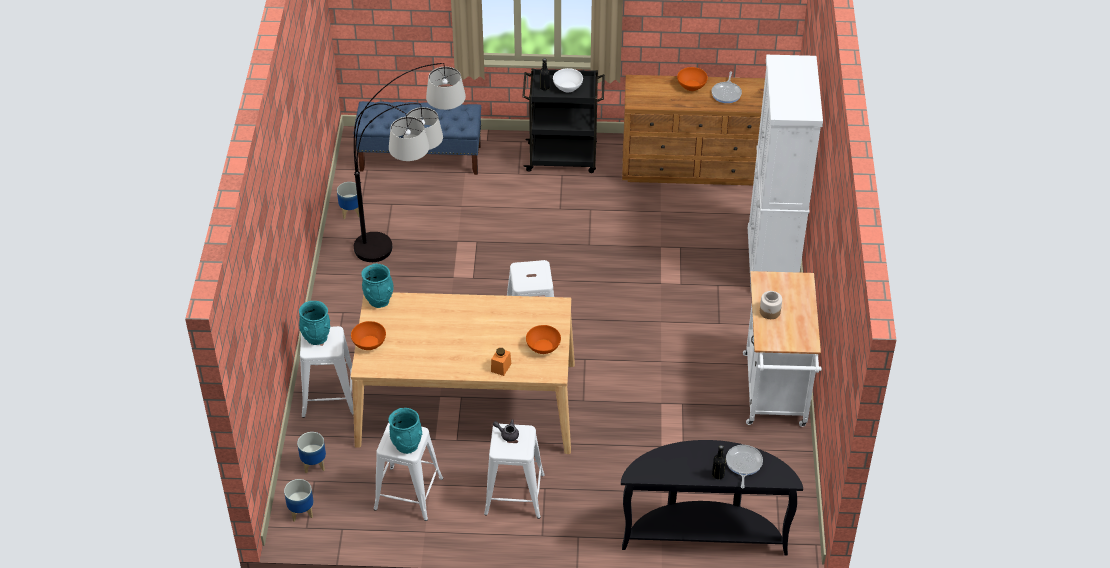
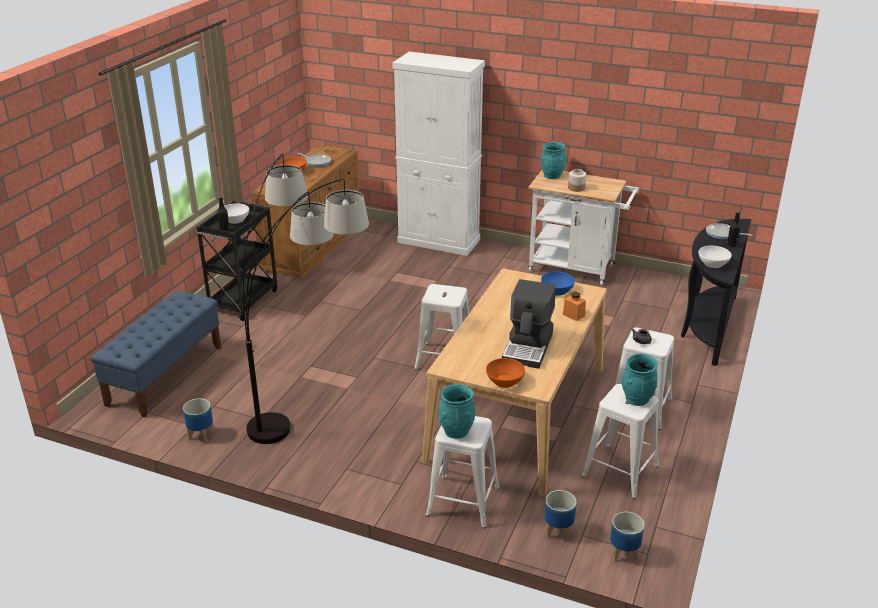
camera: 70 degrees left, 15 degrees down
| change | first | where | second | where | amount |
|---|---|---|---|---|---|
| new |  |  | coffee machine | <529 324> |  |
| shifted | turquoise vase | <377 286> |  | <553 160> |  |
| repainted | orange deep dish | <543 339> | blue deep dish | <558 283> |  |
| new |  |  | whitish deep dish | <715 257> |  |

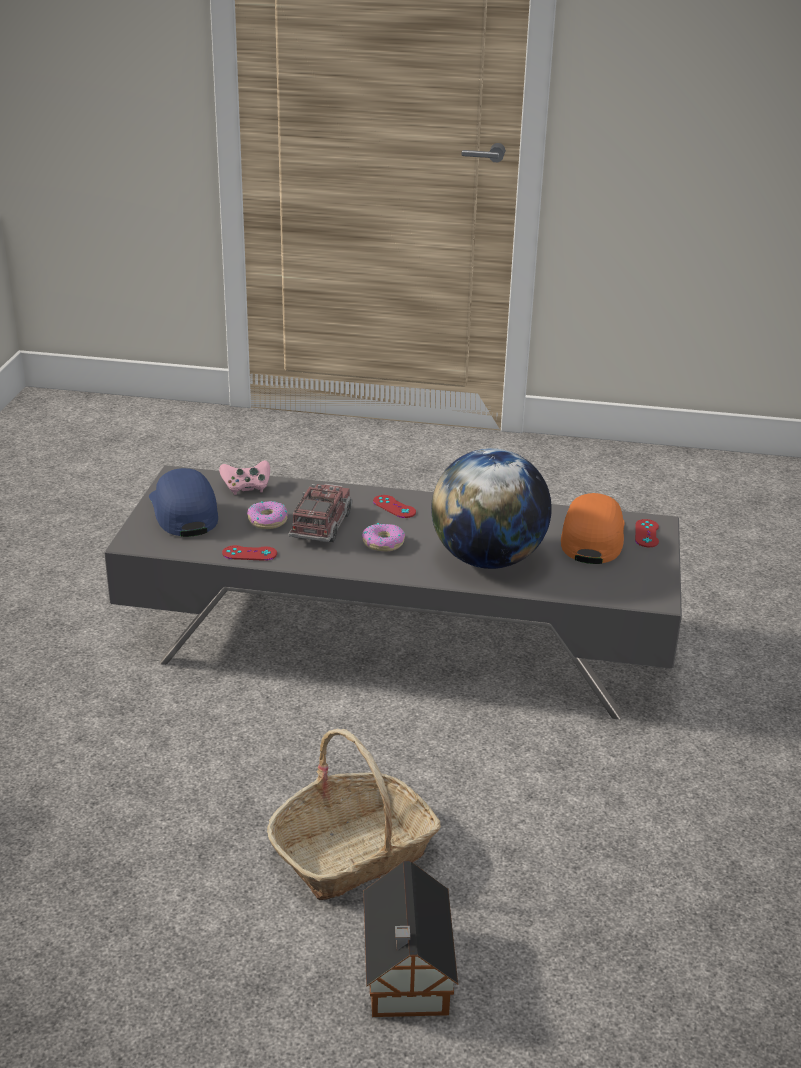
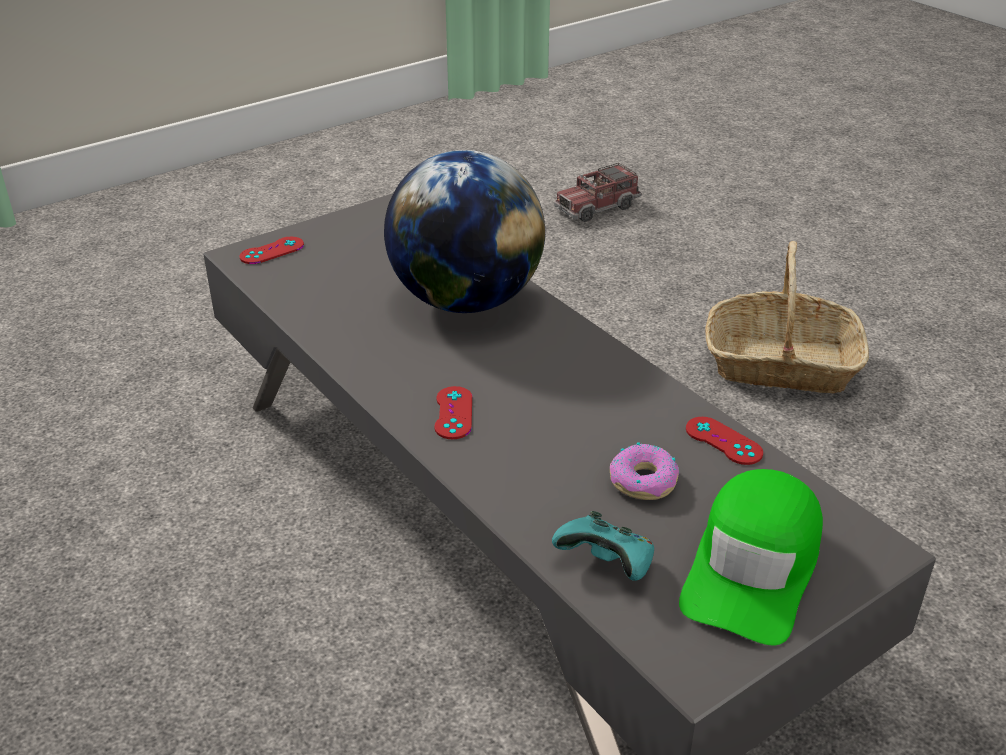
camera: 135 degrees left, 5 degrees up
| change | first | where | second | where | amount |
|---|---|---|---|---|---|
| repainted | pink-coloured gamepad | <244 477> | turquoise gamepad | <603 546> |  |
| shifted | model truck | <320 513> |  | <598 192> |  |
| repainted | blue cap | <183 502> | green-coloured cap | <751 557> |  |
| gone | doughnut | <383 537> |  |  |  |
| gone | toy house | <410 939> |  |  |  |
| gone | orange cap | <592 528> |  |  |  |

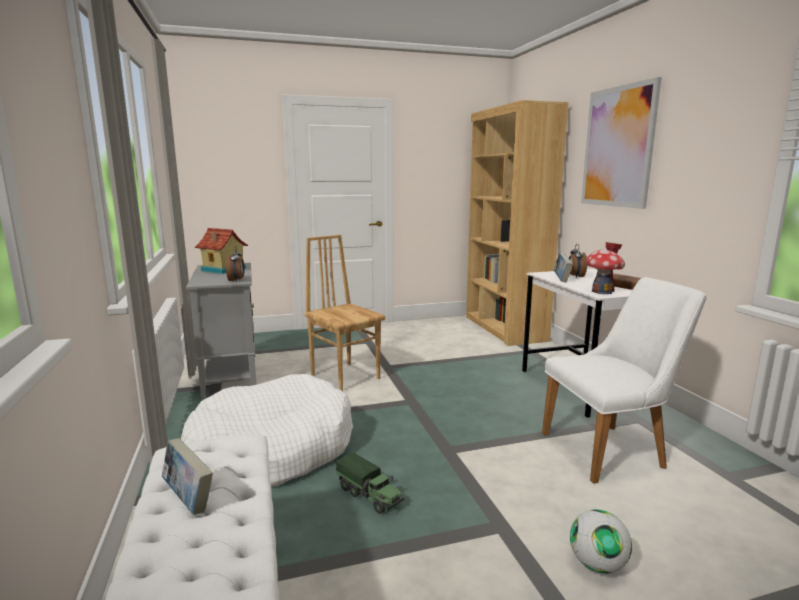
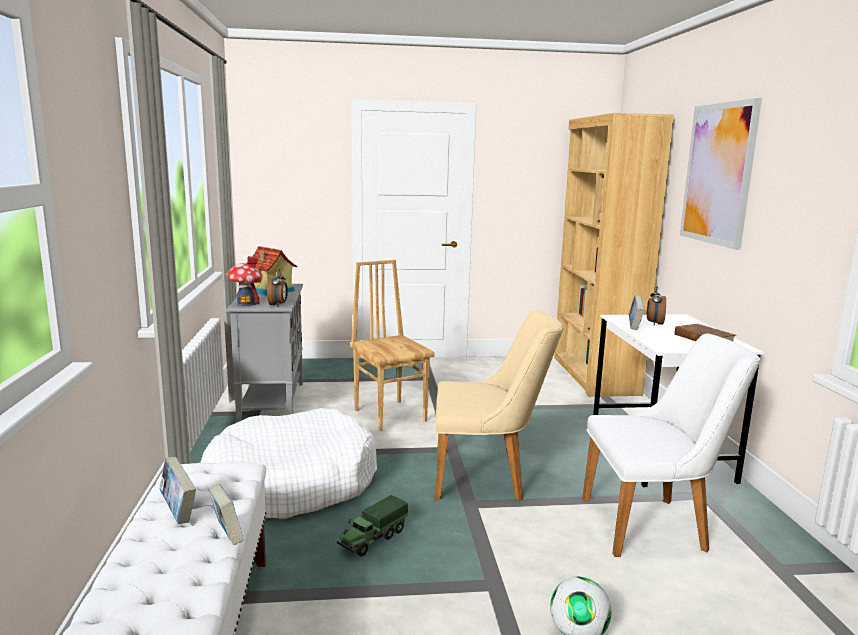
camera: 10 degrees right, 0 degrees up
| change | first | where | second | where | amount |
|---|---|---|---|---|---|
| new |  |  | book | <226 515> |  |
| shifted | toy house | <605 268> |  | <244 281> |  |
| rotated | model truck | <370 483> |  | <372 525> | 75 degrees clockwise |
| new |  |  | beige-coloured chair | <499 405> |  |

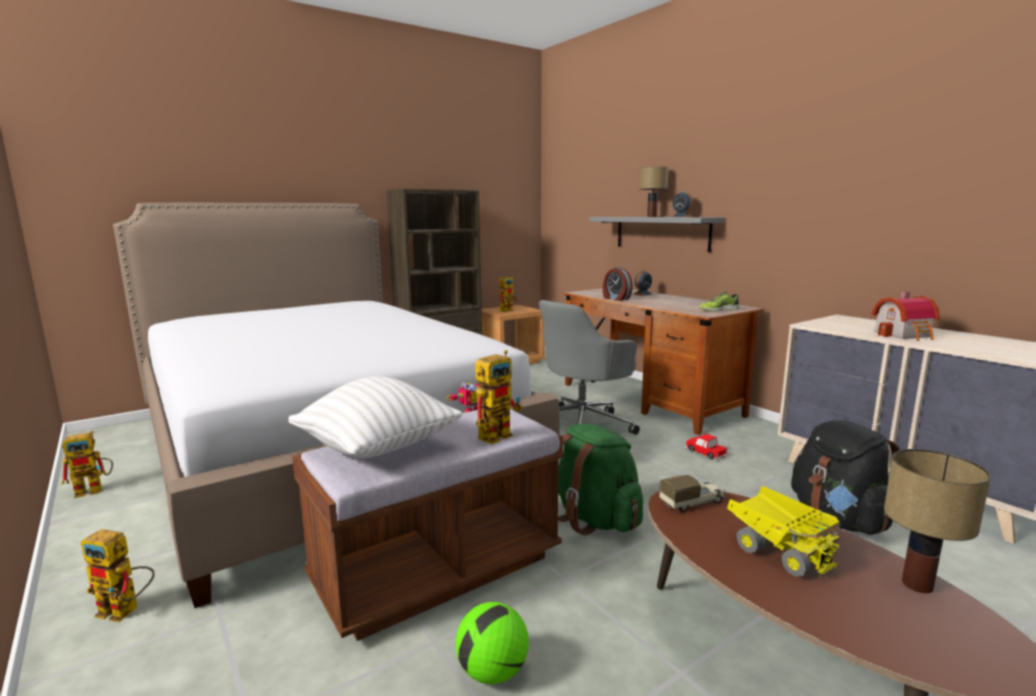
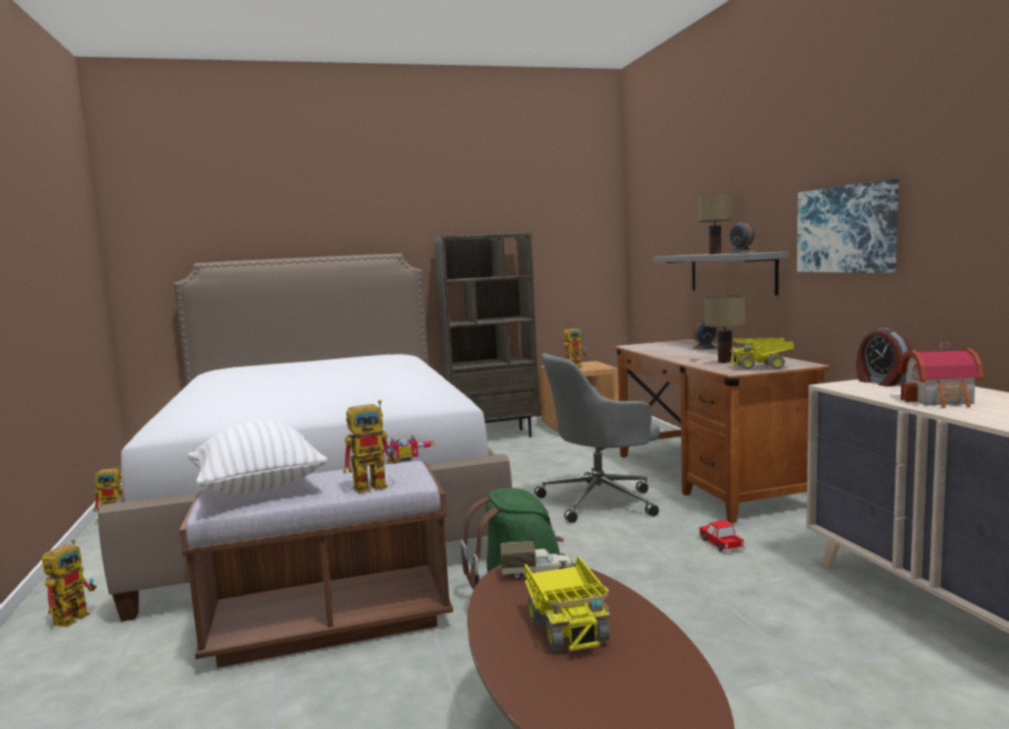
camera: 20 degrees right, 5 degrees down
| change | first | where | second | where | amount |
|---|---|---|---|---|---|
| rotated | model robot | <118 575> |  | <69 583> | 105 degrees counterclockwise |
| shifted | table lamp | <937 521> |  | <725 329> |  |
| swapped | item of footwear | <719 301> | model truck | <762 354> |  |
| new |  |  | wall art | <848 225> |  |
| shifted | alarm clock | <618 284> |  | <884 357> |  |
| gone | football ball | <492 643> |  |  |  |
| gone | black backpack | <845 477> |  |  |  |

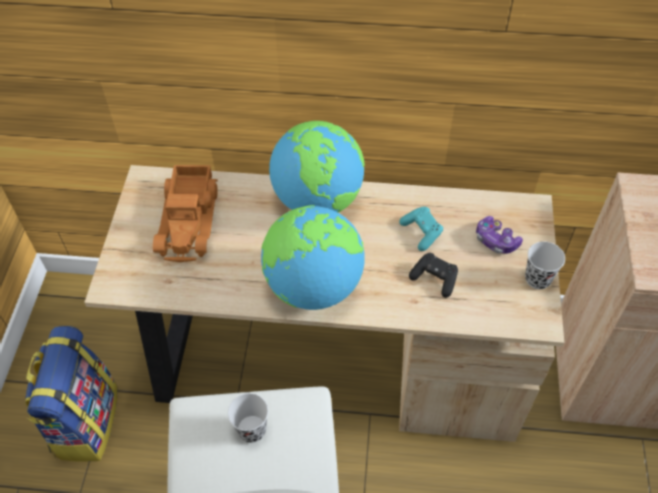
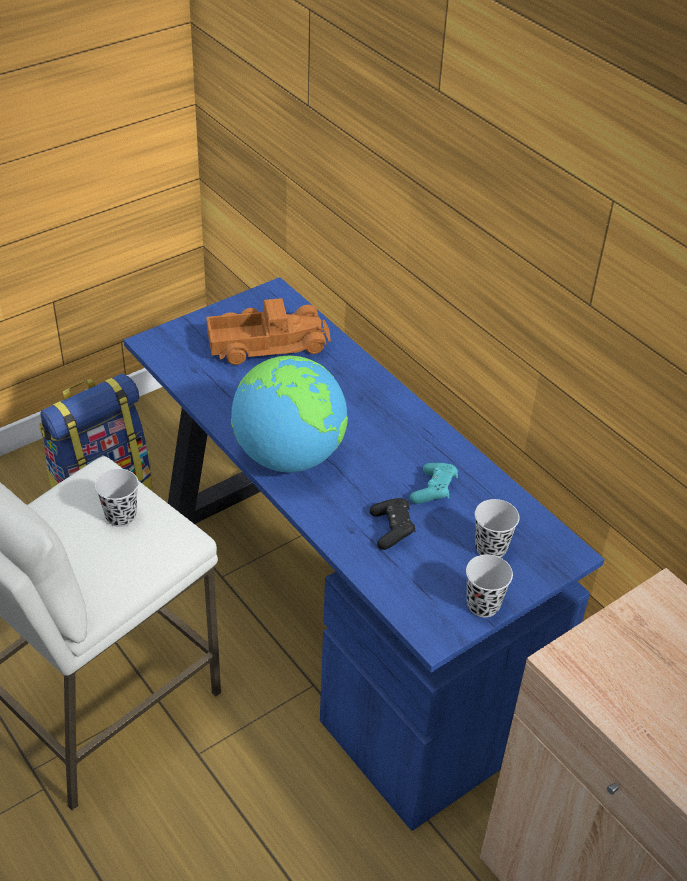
camera: 45 degrees right, 10 degrees down
| change | first | where | second | where | amount |
|---|---|---|---|---|---|
| repainted | beige-coloured desk table | <324 303> | blue desk table | <364 554> |  |
| rotated | model truck | <185 213> |  | <268 331> | 150 degrees counterclockwise |
| swapped | gamepad | <499 235> | black small cup | <497 528> |  |
| gone | globe | <317 167> |  |  |  |

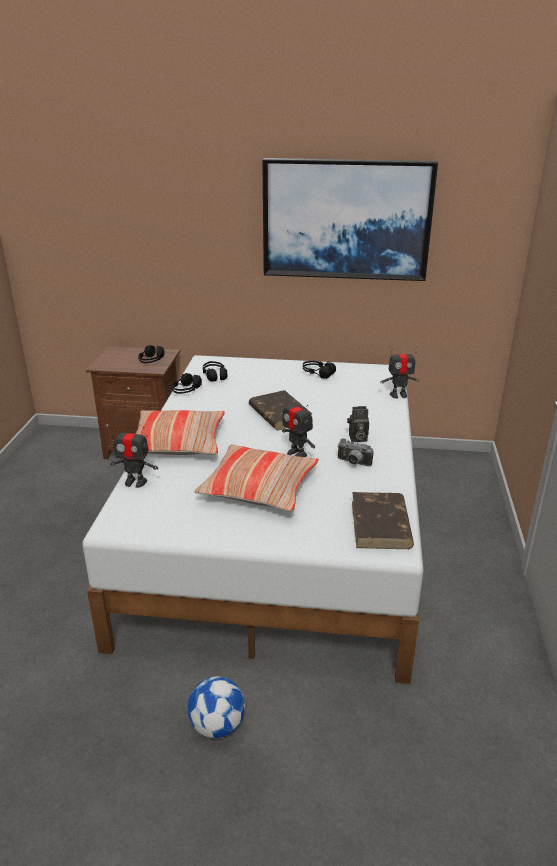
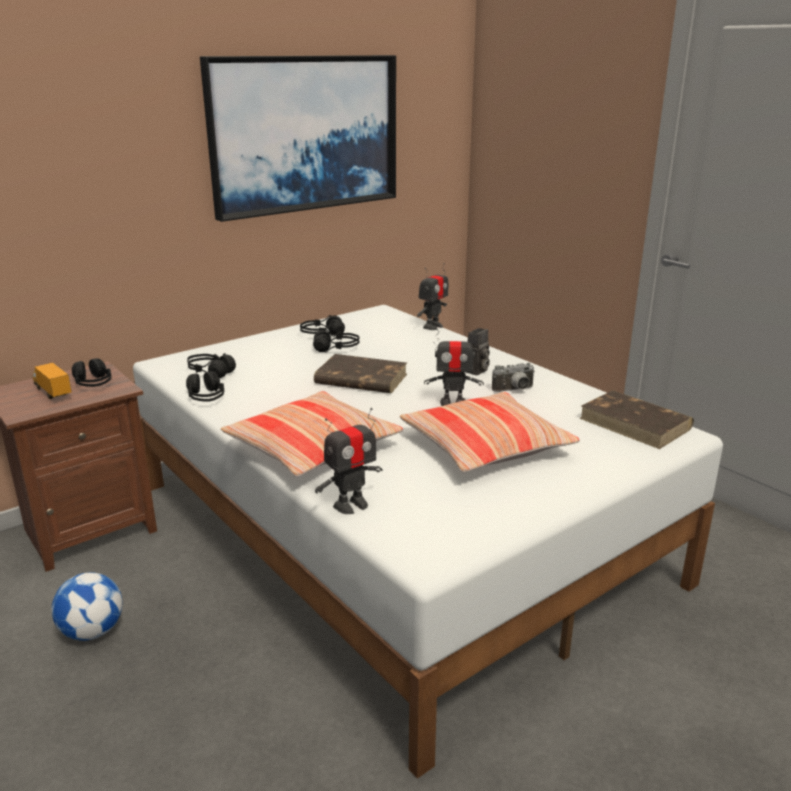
camera: 45 degrees left, 5 degrees down
| change | first | where | second | where | amount |
|---|---|---|---|---|---|
| new |  |  | model truck | <52 380> |  |
| shifted | football ball | <216 707> |  | <86 606> |  |
| new |  |  | black pair of headphones | <336 341> |  |

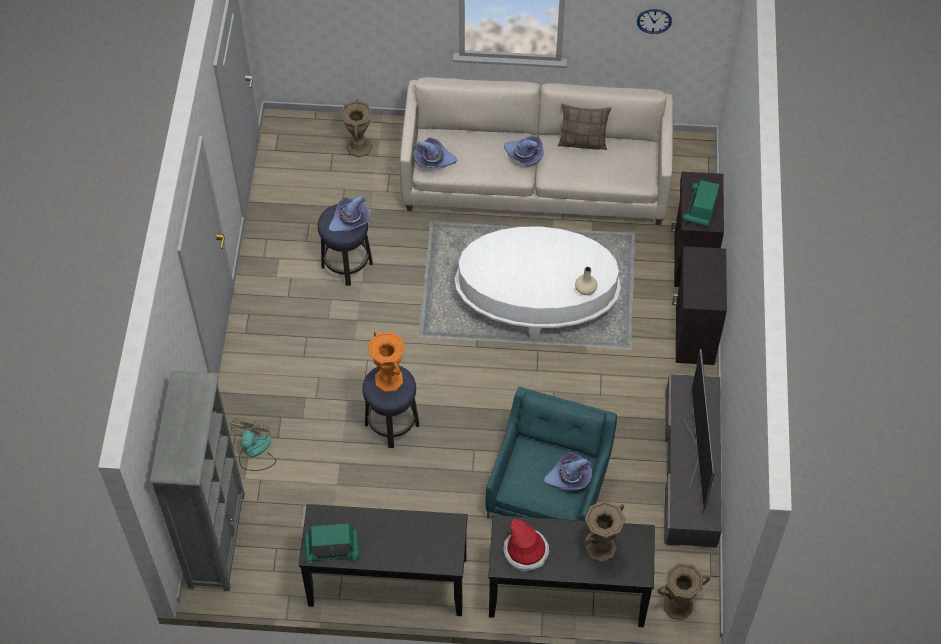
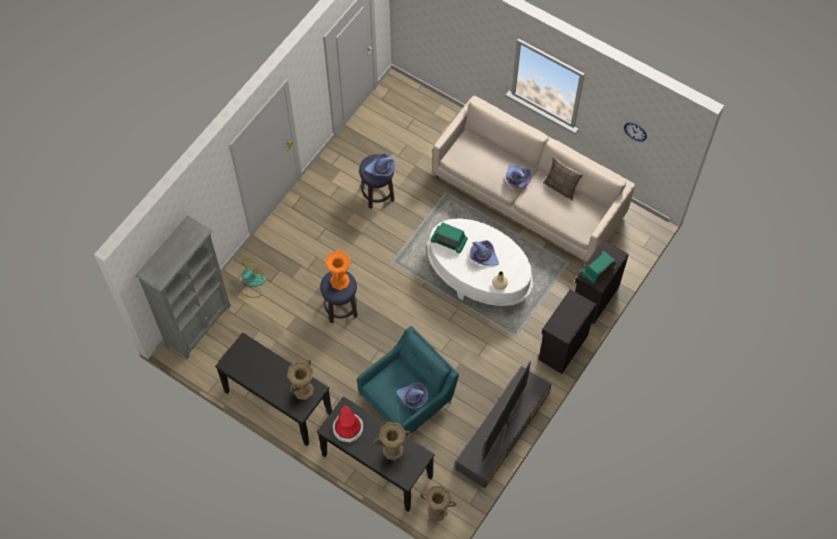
camera: 30 degrees right, 5 degrees up
| change | first | where | second | where | amount |
|---|---|---|---|---|---|
| shifted | brown-coloured vase | <356 128> |  | <300 380> |  |
| shifted | radio receiver | <331 543> |  | <449 237> |  |
| shifted | purple-coloured wearable hat | <435 153> |  | <484 253> |  |

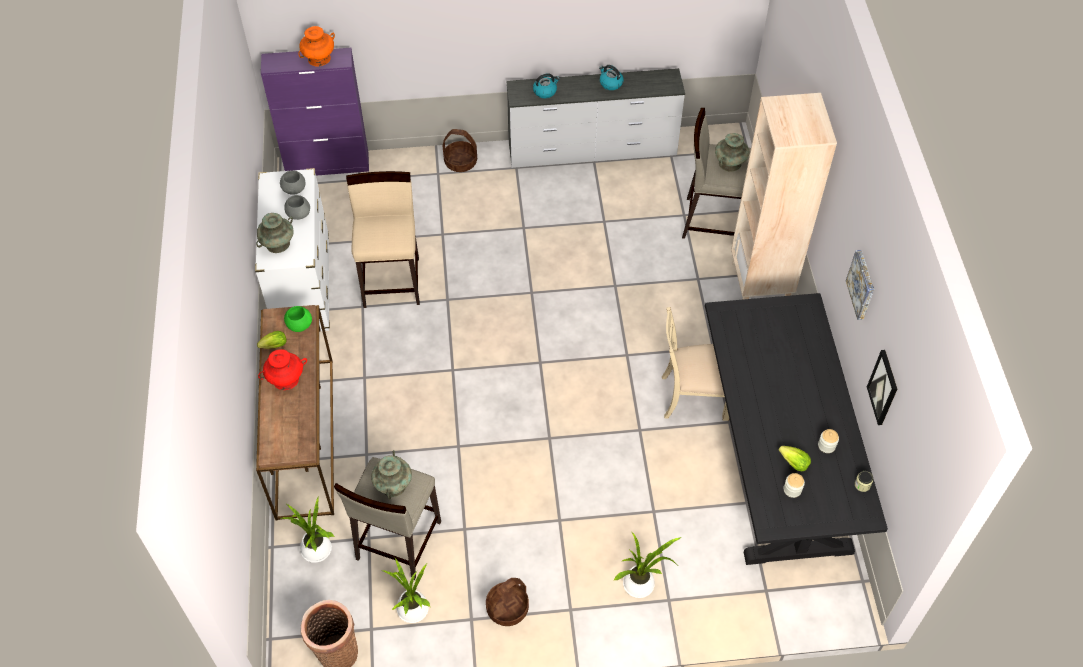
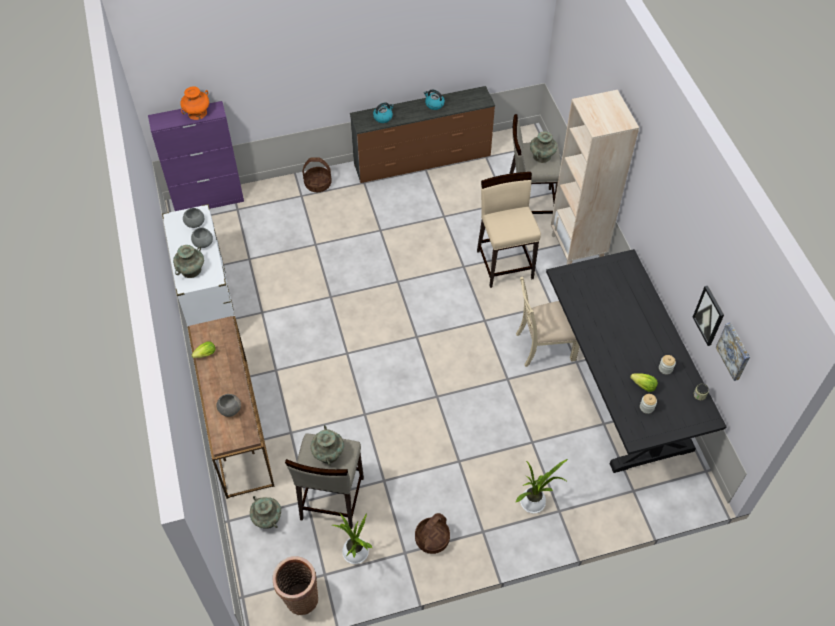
camera: 10 degrees left, 0 degrees up
| change | first | where | second | where | amount |
|---|---|---|---|---|---|
| new |  |  | greyish deep dish | <228 405> |  |
| swapped | plant in a pot | <307 530> | turquoise vase | <265 512> |  |
| repainted | whitish drawer chest | <595 118> | brown-coloured drawer chest | <422 134> |  |
| shifted | beige-coloured stool | <383 239> |  | <509 230> |  |
| shifted | wall art | <860 285> |  | <733 352> |  |
| gone | red vase | <282 369> |  |  |  |
| gone | green-coloured deep dish | <298 319> |  |  |  |

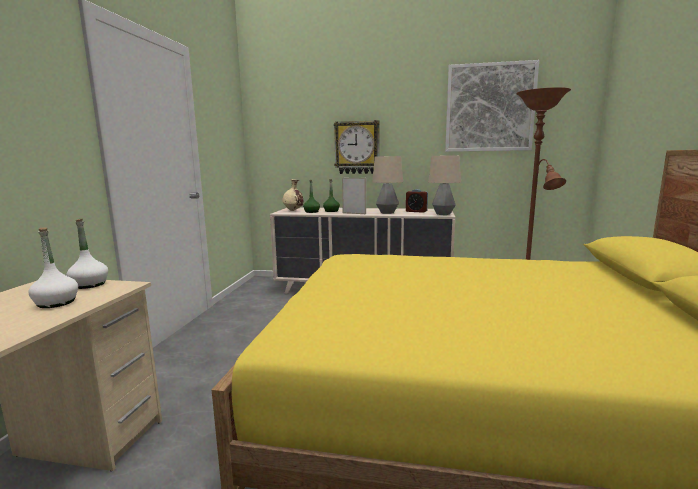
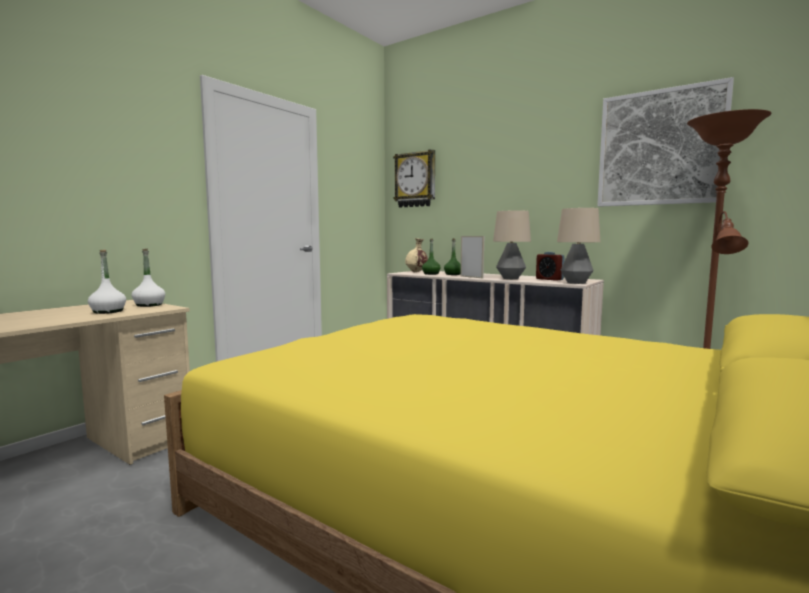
camera: 25 degrees right, 5 degrees down
| change | first | where | second | where | amount |
|---|---|---|---|---|---|
| shifted | wall clock | <357 147> |  | <414 179> |  |

